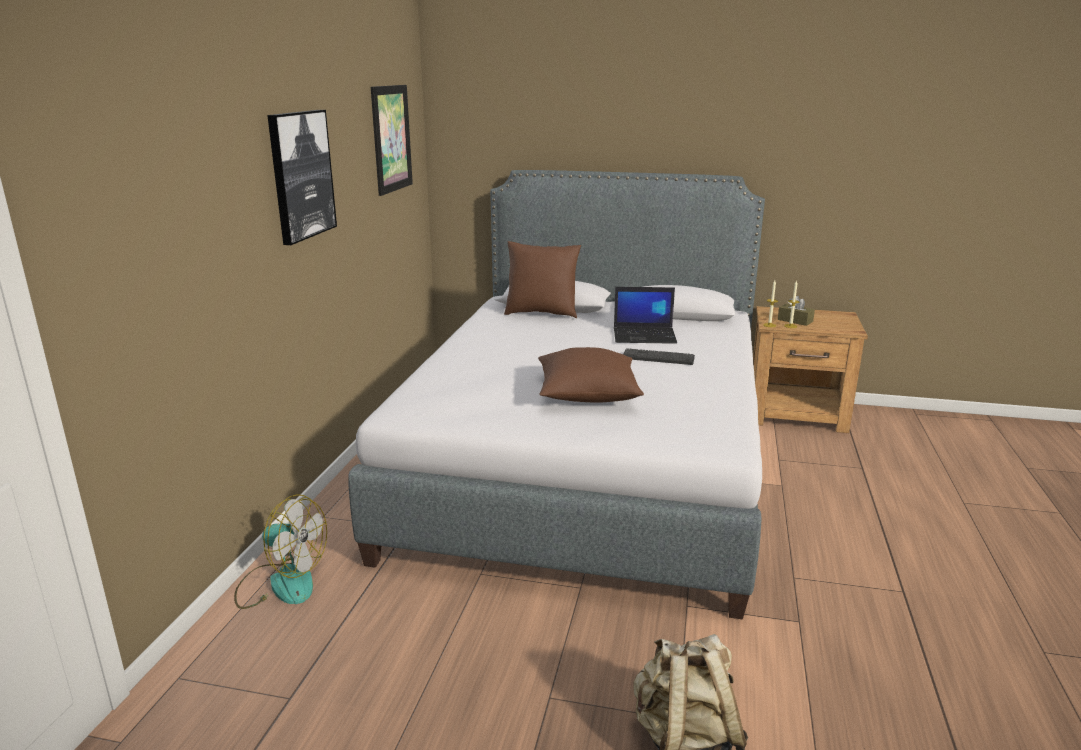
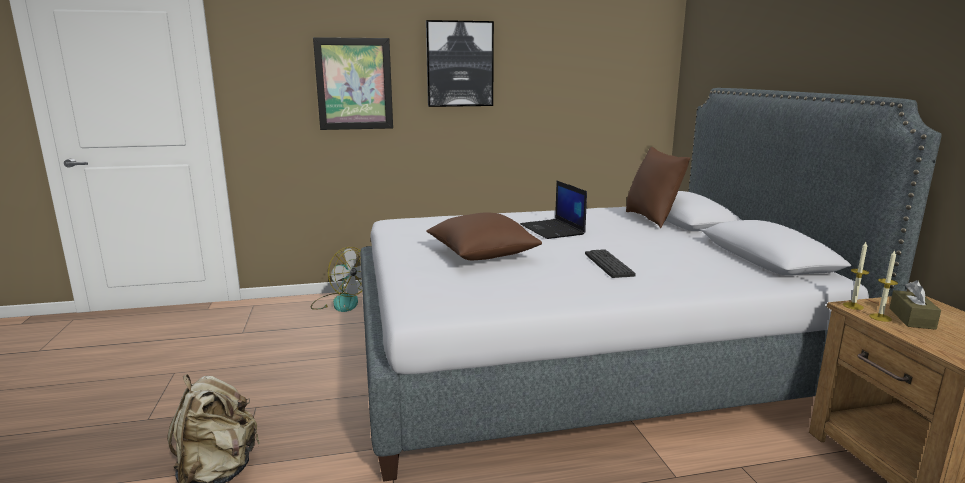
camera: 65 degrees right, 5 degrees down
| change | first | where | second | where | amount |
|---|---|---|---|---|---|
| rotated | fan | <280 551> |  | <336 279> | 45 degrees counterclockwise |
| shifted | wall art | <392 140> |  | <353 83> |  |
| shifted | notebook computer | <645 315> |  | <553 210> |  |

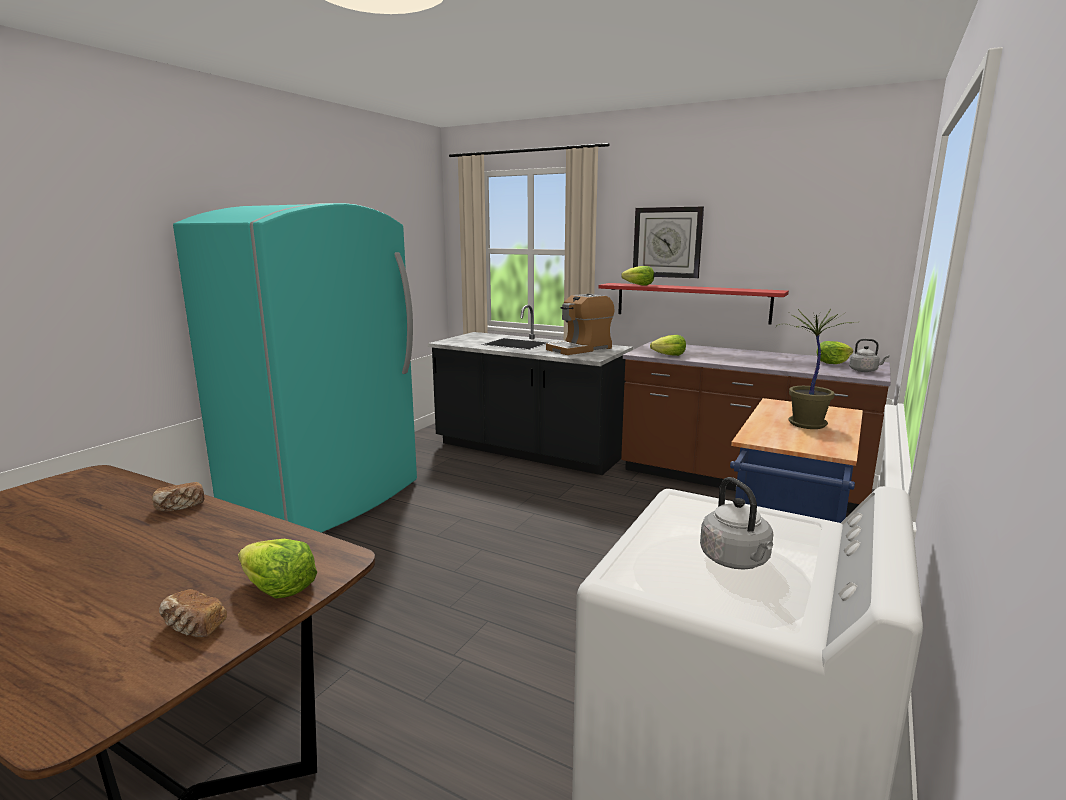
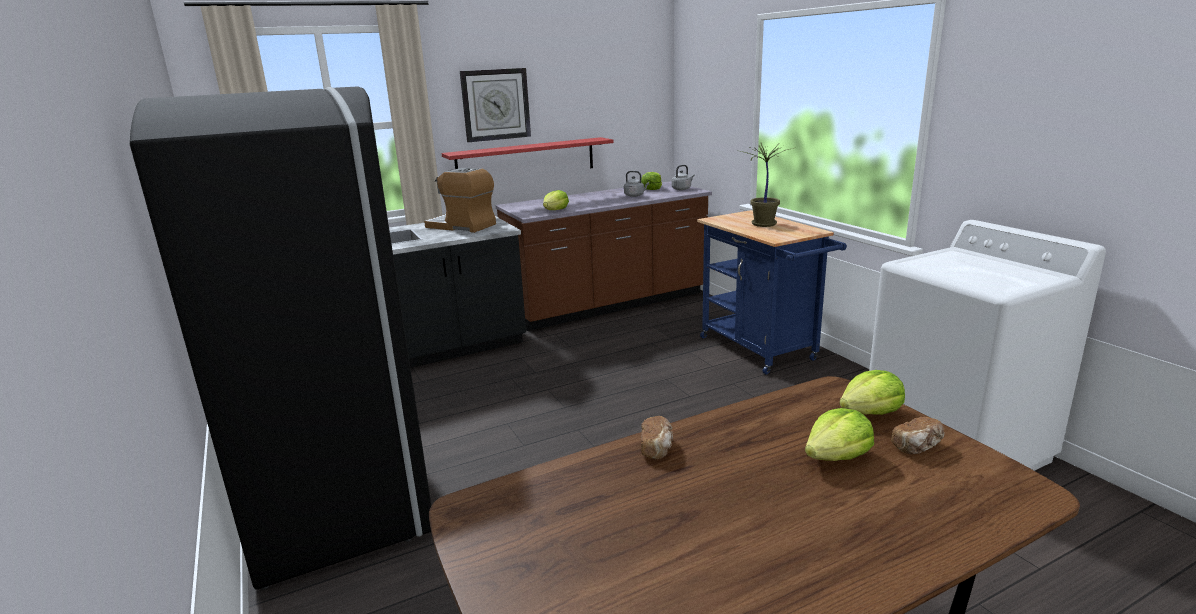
camera: 55 degrees left, 5 degrees up
| change | first | where | second | where | amount |
|---|---|---|---|---|---|
| repainted | turquoise kitchen fridge | <295 368> | black kitchen fridge | <280 338> |  |
| rotated | coffee machine | <580 324> |  | <460 200> | 120 degrees clockwise |
| shifted | greyish kettle | <736 523> |  | <636 184> |  |
| shifted | lettuce head | <637 276> |  | <839 434> |  |

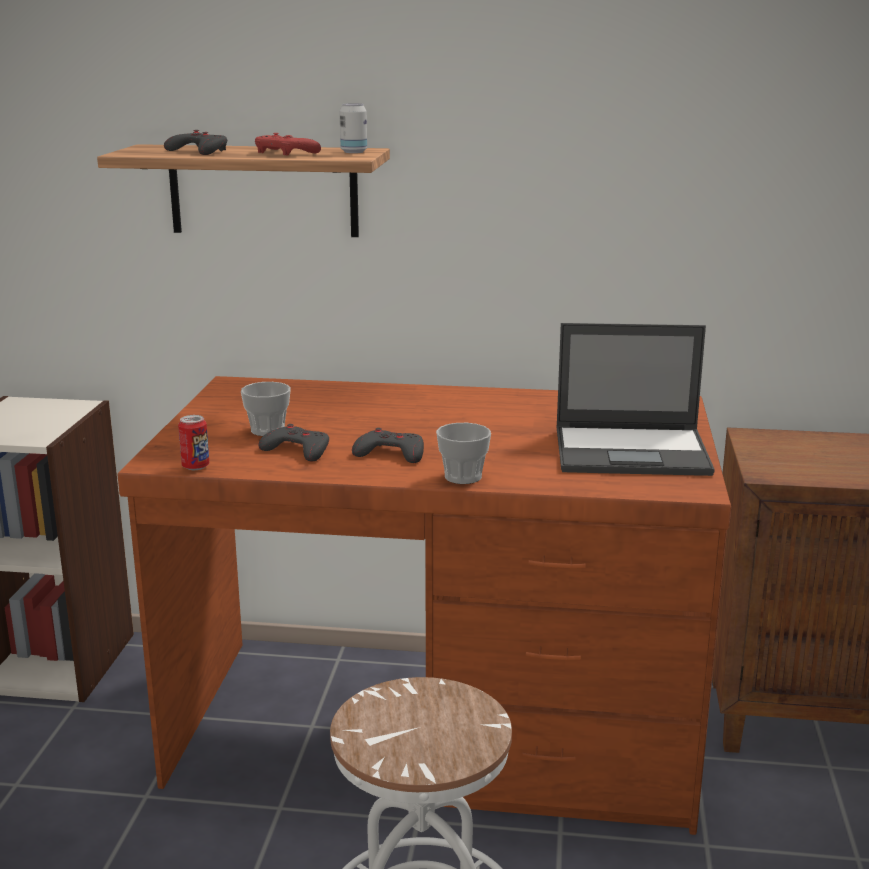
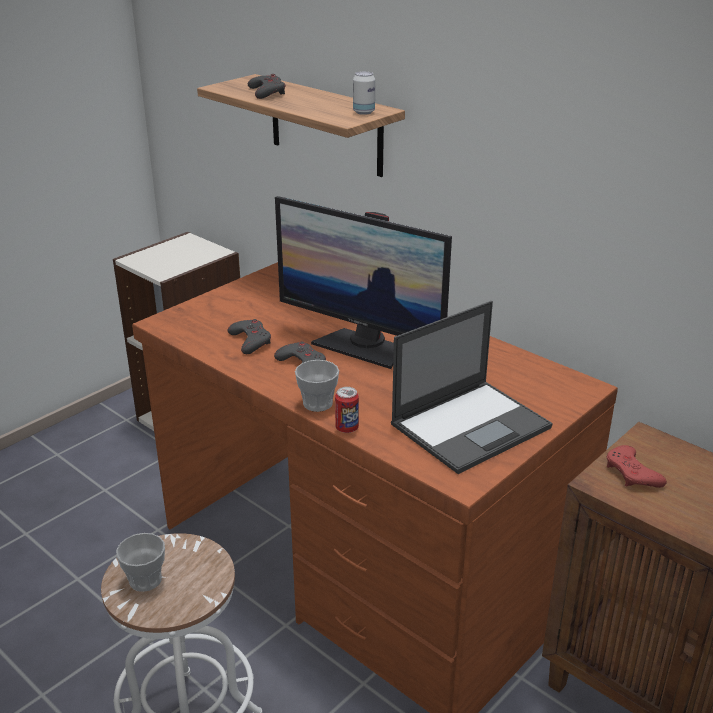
camera: 35 degrees right, 10 degrees up
| change | first | where | second | where | amount |
|---|---|---|---|---|---|
| shifted | small cup | <266 409> |  | <140 562> |  |
| new |  |  | computer display | <363 282> |  |
| shifted | can | <193 442> |  | <347 410> |  |
| rotated | notebook computer | <635 399> |  | <471 387> | 75 degrees counterclockwise |
| shifted | red gamepad | <288 144> |  | <637 466> |  |

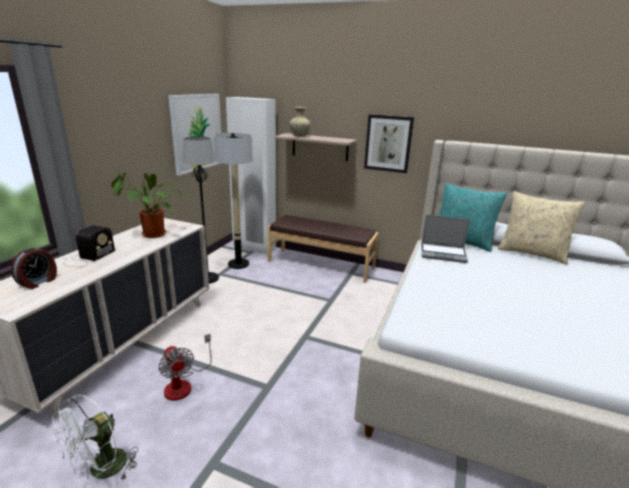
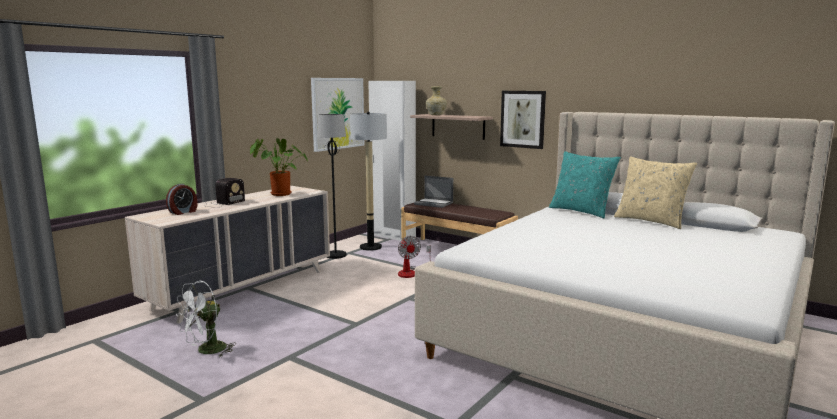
camera: 15 degrees right, 10 degrees down
| change | first | where | second | where | amount |
|---|---|---|---|---|---|
| shifted | fan | <184 367> |  | <414 257> |  |
| shifted | notebook computer | <445 239> |  | <433 192> |  |

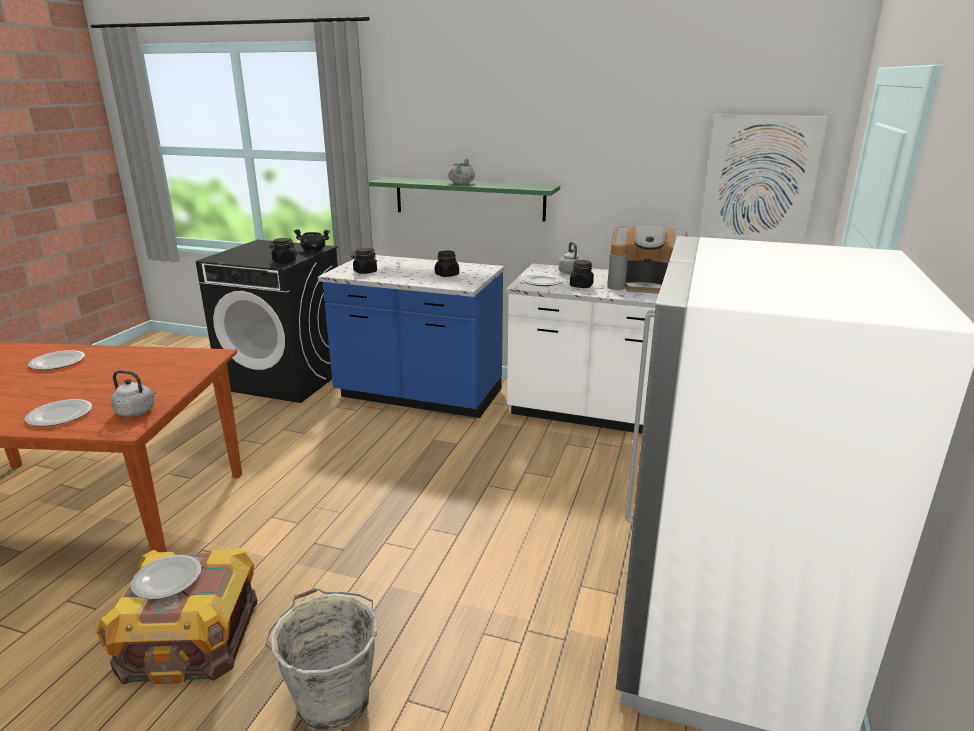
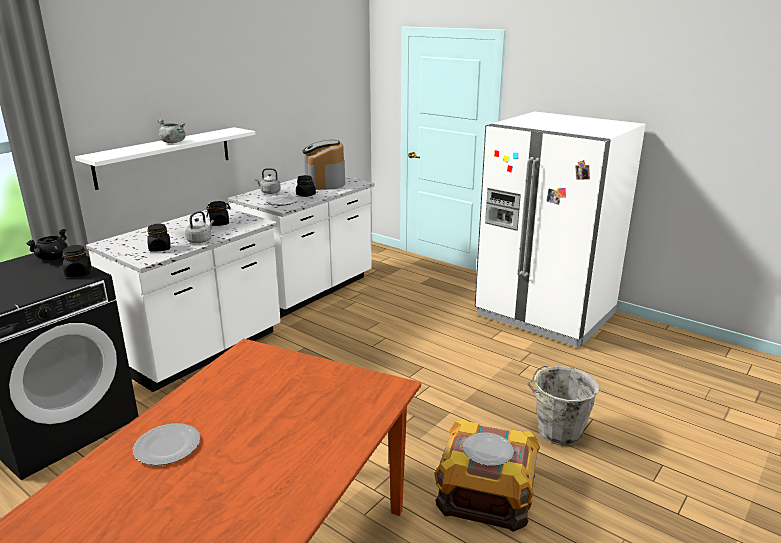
camera: 70 degrees left, 0 degrees up
| change | first | where | second | where | amount |
|---|---|---|---|---|---|
| repainted | green-coloured wall shelf | <464 199> | whitish wall shelf | <165 158> |  |
| repainted | blue counter | <411 336> | whitish counter | <183 300> |  |
| shifted | greyish kettle | <133 393> |  | <199 227> |  |
| rotated | coffee machine | <647 259> |  | <323 164> | 135 degrees clockwise |
| gone | flat dish | <58 412> |  |  |  |
| gone | wall art | <764 178> |  |  |  |

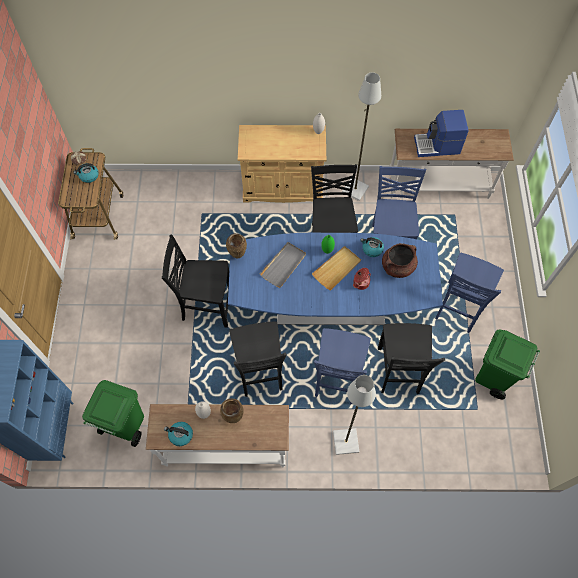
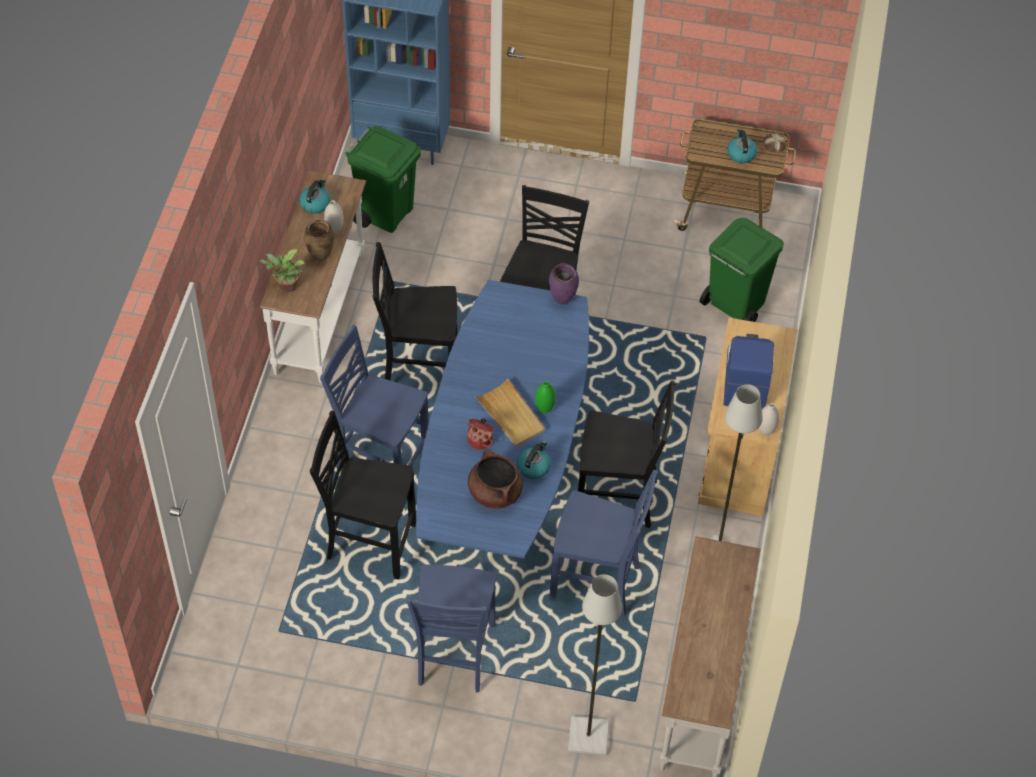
camera: 100 degrees right, 10 degrees down
| change | first | where | second | where | amount |
|---|---|---|---|---|---|
| new |  |  | plant in a pot | <282 270> |  |
| rotated | blue chair | <469 293> |  | <452 628> | 120 degrees counterclockwise |
| repainted | brown-coloured vase | <236 245> | purple-coloured vase | <564 283> |  |
| shifted | greyish standard lamp | <354 415> |  | <595 665> |  |
| shifted | green-coloured waste bin | <507 364> |  | <742 270> |  |
| shifted | coffee machine | <441 133> |  | <748 371> |  |
| gone | greyish carrying tray | <282 265> |  |  |  |

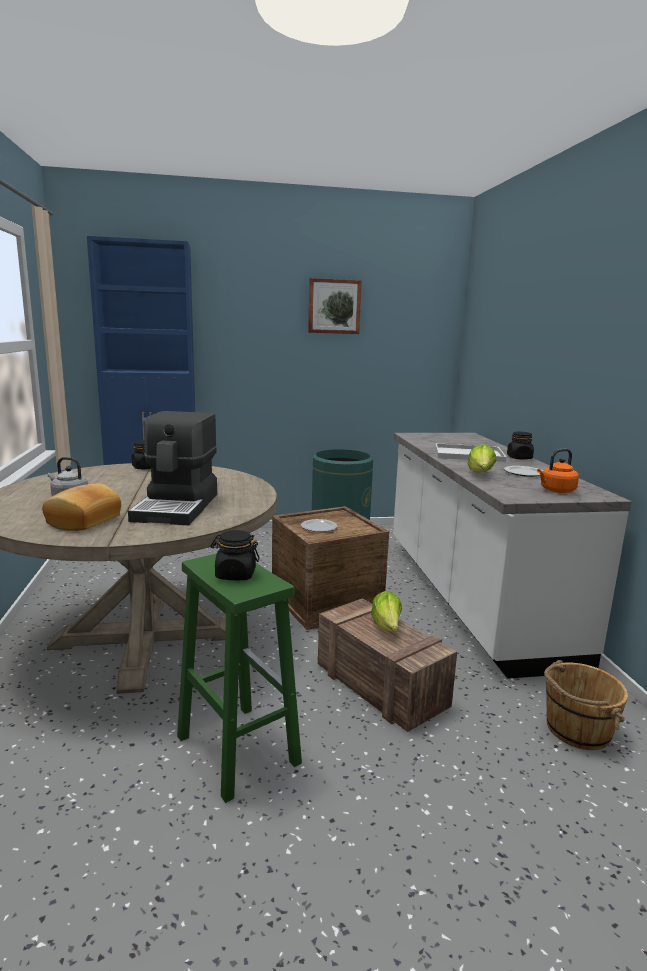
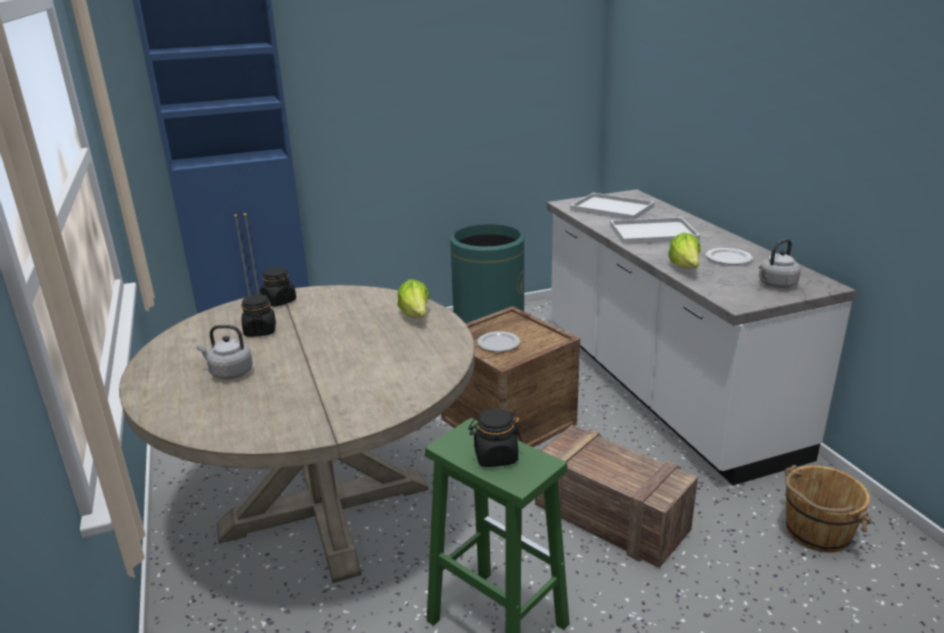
camera: 10 degrees left, 10 degrees up
| change | first | where | second | where | amount |
|---|---|---|---|---|---|
| shifted | black storage jar | <520 445> |  | <259 315> |  |
| shifted | lettuce head | <386 611> |  | <414 298> |  |
| new |  |  | whitish carrying tray | <612 206> |  |
| repainted | orange kettle | <558 471> | greyish kettle | <780 263> |  |
| gone | baked bread | <81 507> |  |  |  |
| gone | coffee machine | <172 468> |  |  |  |
| gone | wall art | <335 306> |  |  |  |

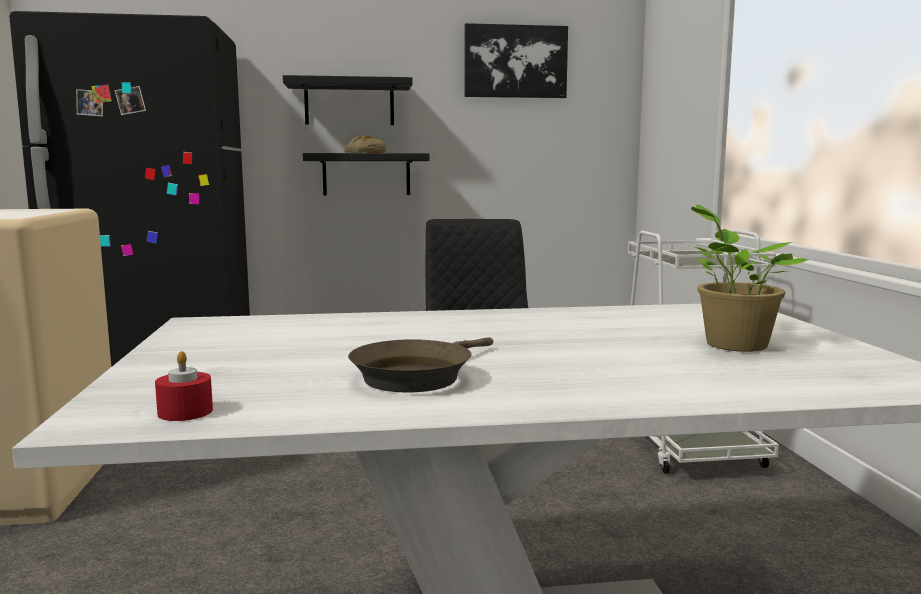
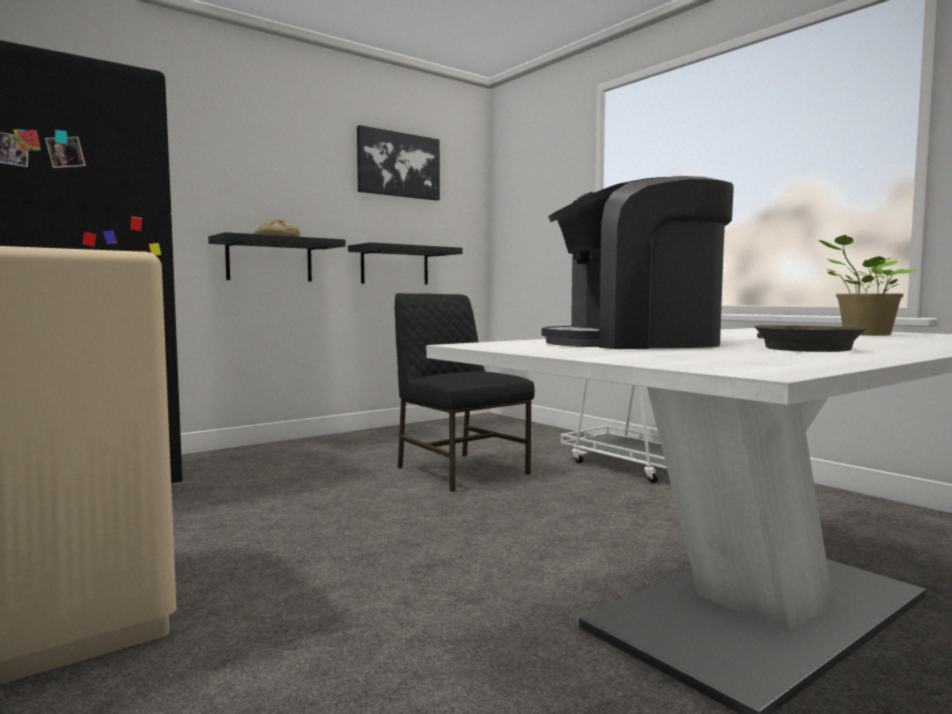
camera: 30 degrees left, 5 degrees down
| change | first | where | second | where | amount |
|---|---|---|---|---|---|
| shifted | black wall shelf | <348 100> |  | <405 263> |  |
| new |  |  | coffee machine | <638 262> |  |
| gone | red candle | <184 386> |  |  |  |

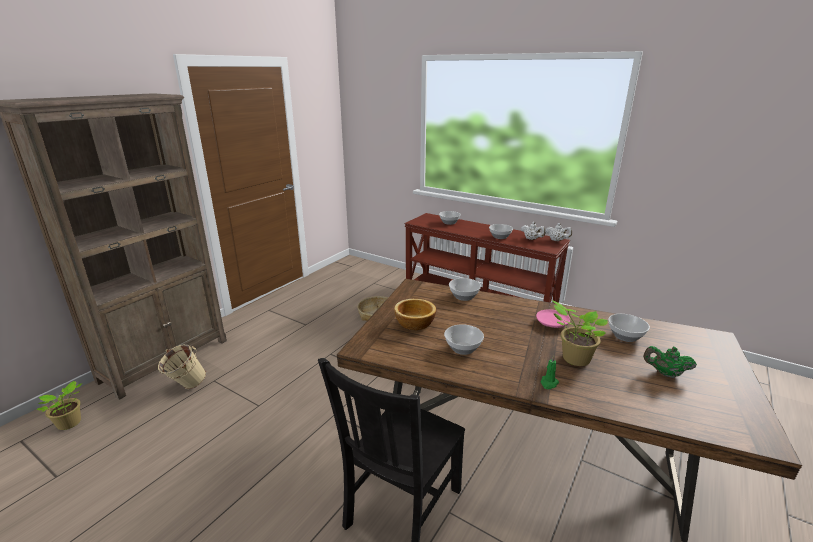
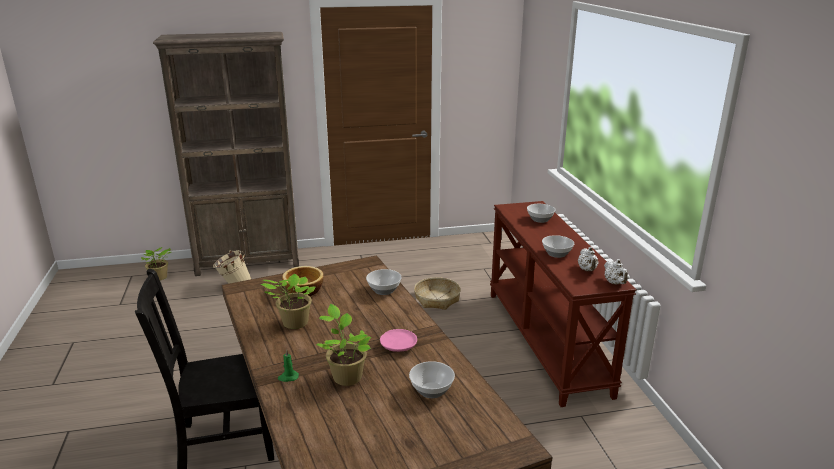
camera: 45 degrees right, 0 degrees up
| change | first | where | second | where | amount |
|---|---|---|---|---|---|
| swapped | deep dish | <464 339> | plant in a pot | <288 301> |  |
| gone | green-coloured tea pot | <670 362> |  |  |  |

